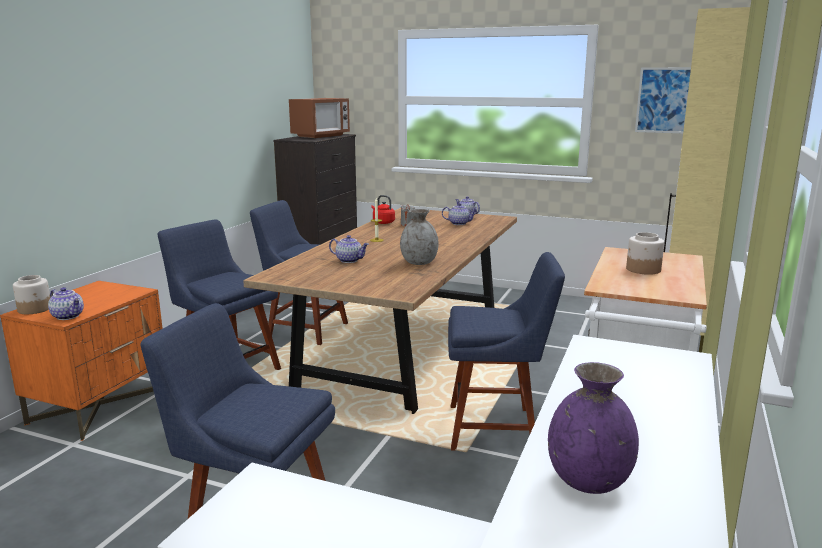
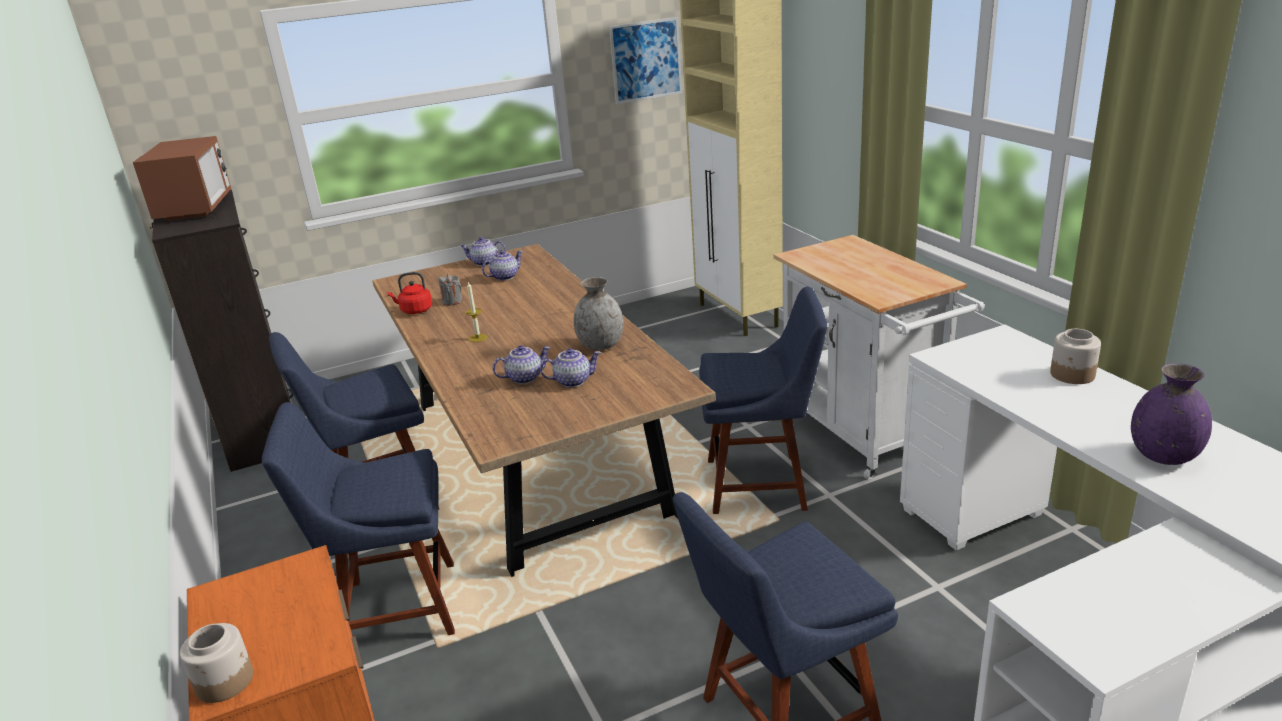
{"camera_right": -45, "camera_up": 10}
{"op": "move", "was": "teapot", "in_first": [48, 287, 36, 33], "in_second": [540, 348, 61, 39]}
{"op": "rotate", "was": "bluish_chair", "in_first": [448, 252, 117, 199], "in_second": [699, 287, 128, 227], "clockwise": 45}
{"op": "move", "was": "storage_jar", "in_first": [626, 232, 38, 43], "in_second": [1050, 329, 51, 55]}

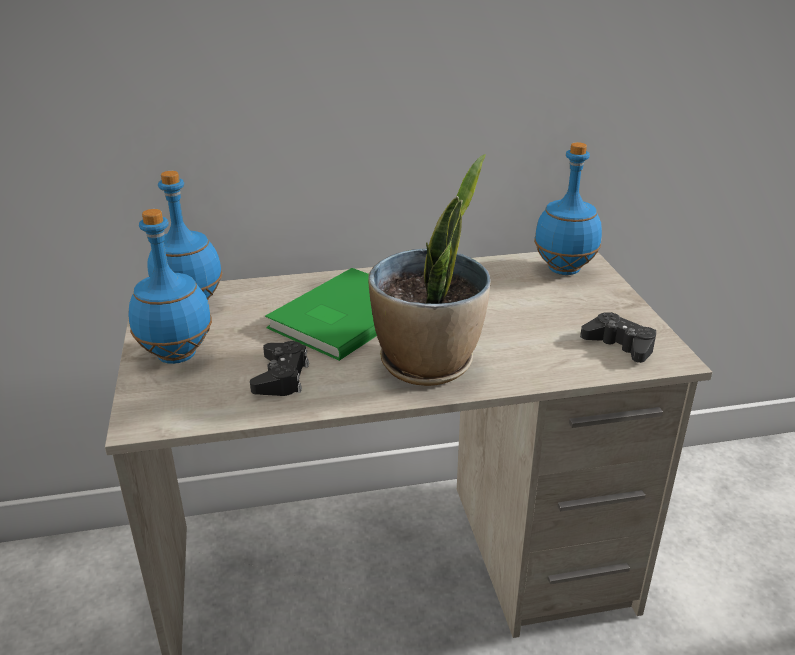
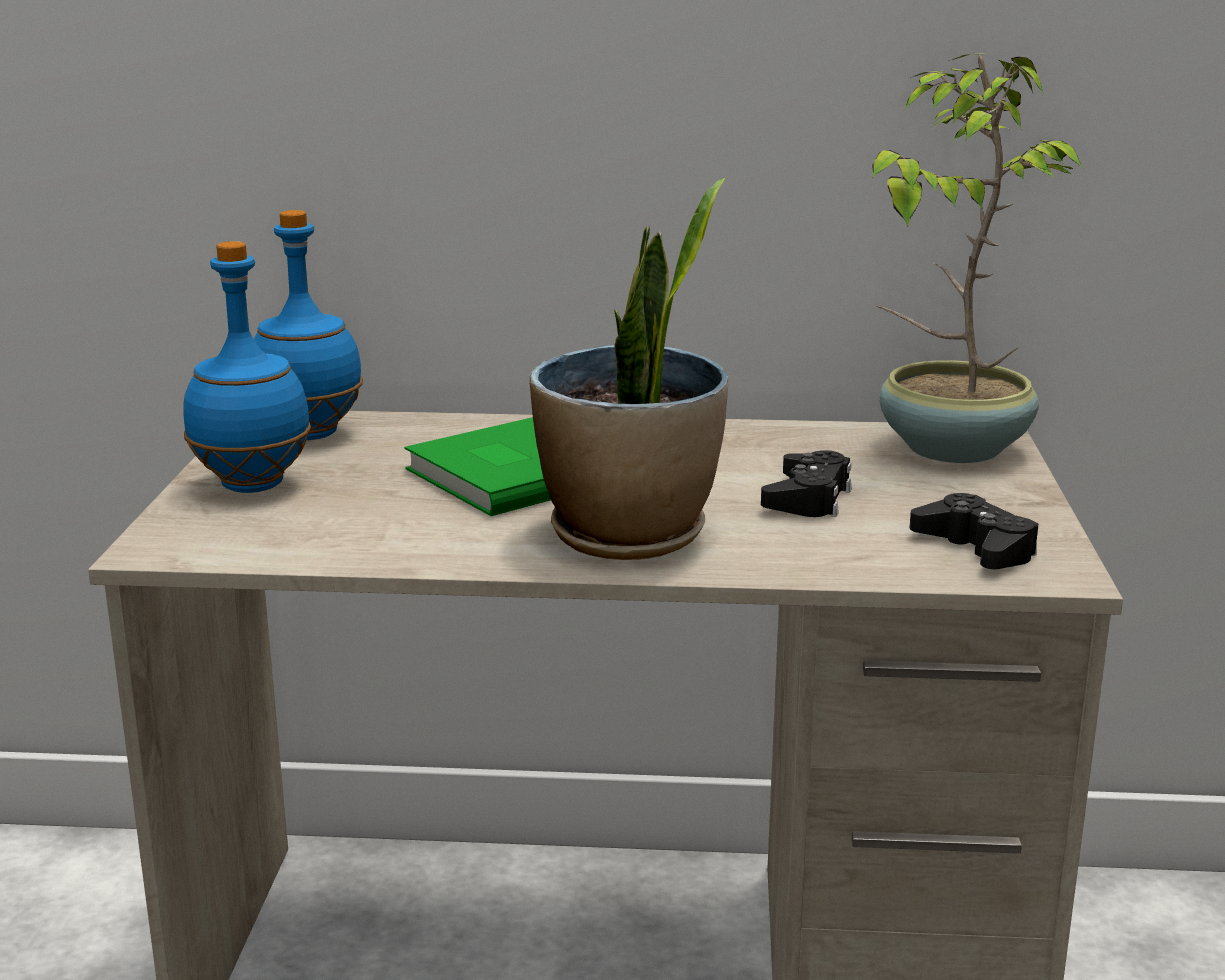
{"camera_right": 15, "camera_up": -10}
{"op": "move", "was": "black_game_controller", "in_first": [250, 341, 59, 55], "in_second": [761, 450, 91, 67]}
{"op": "replace", "was": "bluish_drink_bottle", "now": "potted_plant", "in_first": [534, 142, 68, 133], "in_second": [872, 53, 212, 410]}

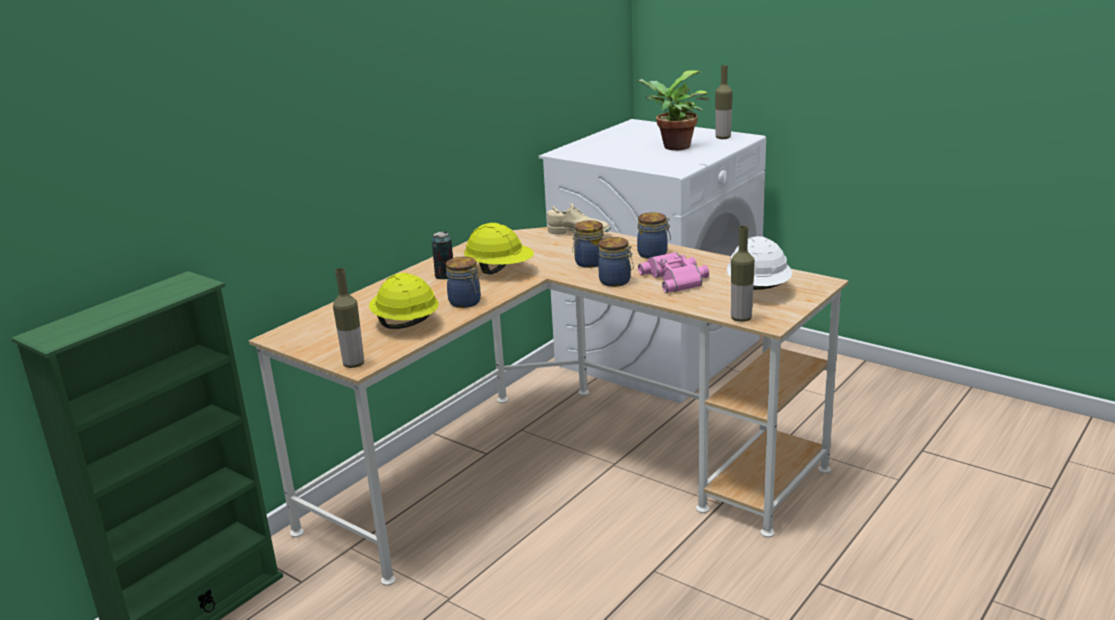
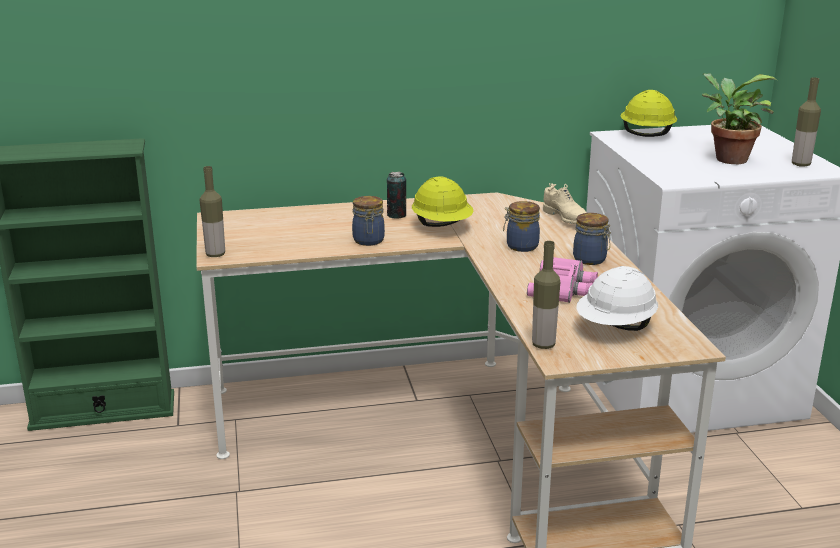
{"camera_right": 40, "camera_up": 0}
{"op": "move", "was": "yellowish_work_helmet", "in_first": [369, 273, 70, 56], "in_second": [621, 90, 56, 47]}
{"op": "delete", "was": "storage_jar", "in_first": [598, 237, 36, 50]}

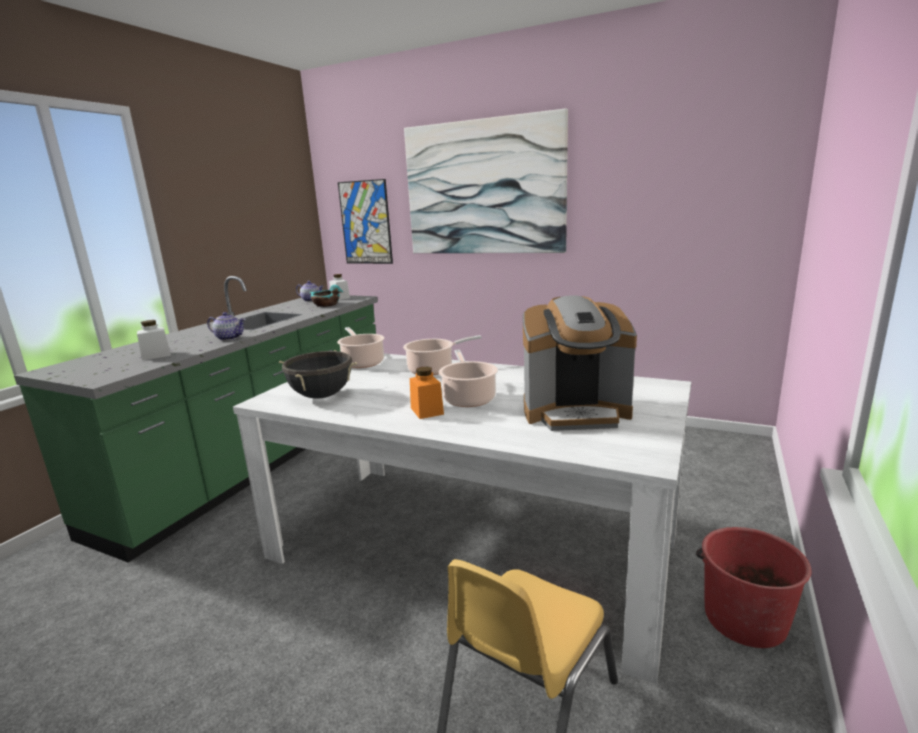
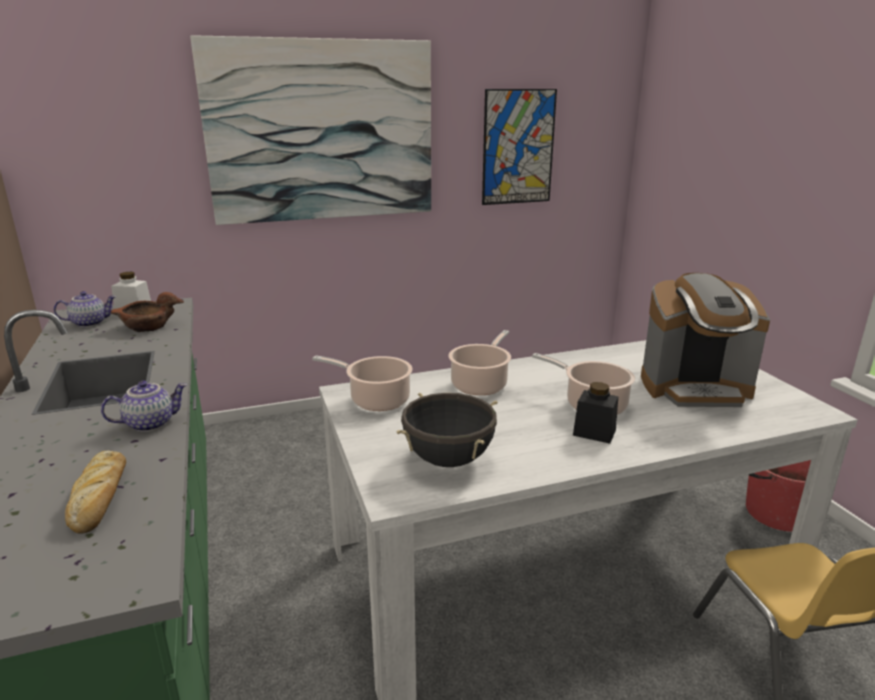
{"camera_right": -45, "camera_up": 5}
{"op": "replace", "was": "white_storage_jar", "now": "bakery_bread", "in_first": [137, 320, 34, 40], "in_second": [65, 451, 61, 83]}
{"op": "recolor", "was": "blue-green_bowl", "now": "brownish_bowl", "in_first": [309, 285, 35, 22], "in_second": [111, 292, 73, 40]}
{"op": "move", "was": "picture", "in_first": [338, 179, 55, 85], "in_second": [482, 89, 75, 116]}
{"op": "recolor", "was": "orangey_storage_jar", "now": "black_storage_jar", "in_first": [410, 367, 34, 52], "in_second": [573, 382, 45, 62]}
{"op": "rotate", "was": "coffee_brewer", "in_first": [523, 295, 114, 136], "in_second": [641, 273, 129, 134], "clockwise": 45}

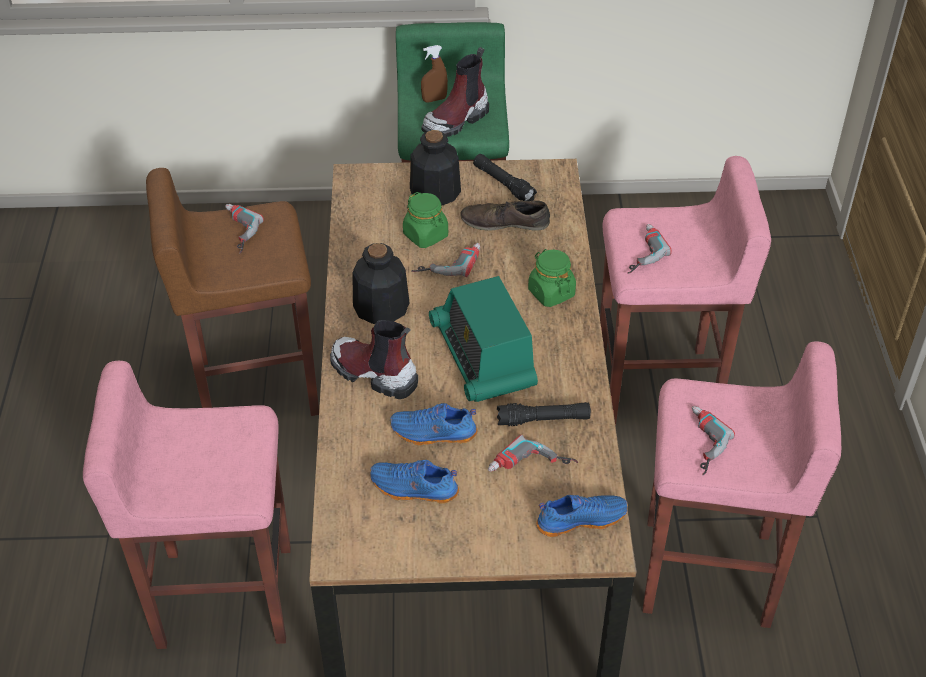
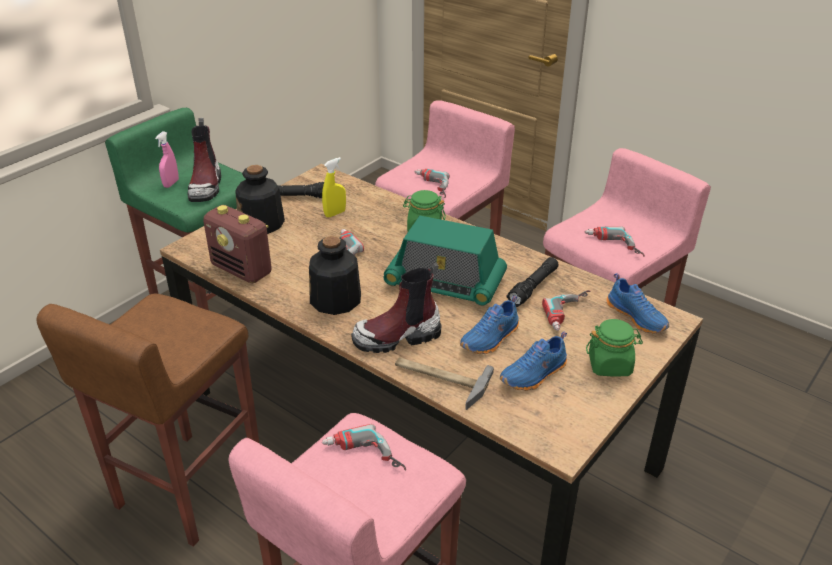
{"camera_right": -50, "camera_up": -10}
{"op": "move", "was": "drill", "in_first": [225, 204, 39, 49], "in_second": [322, 424, 84, 46]}
{"op": "move", "was": "greenish_storage_jar", "in_first": [403, 192, 45, 56], "in_second": [586, 319, 57, 58]}
{"op": "recolor", "was": "brownish_sprayer", "now": "pink-coloured_sprayer", "in_first": [421, 45, 27, 58], "in_second": [155, 131, 24, 57]}
{"op": "replace", "was": "brownish_item_of_footwear", "now": "yellowish_sprayer", "in_first": [460, 201, 90, 30], "in_second": [322, 157, 24, 60]}
{"op": "rotate", "was": "bluish_item_of_footwear", "in_first": [536, 495, 92, 42], "in_second": [606, 273, 63, 61], "clockwise": 120}
{"op": "insert", "now": "radio_set", "in_second": [203, 205, 68, 78]}
{"op": "insert", "now": "hand_hammer", "in_second": [395, 358, 99, 52]}

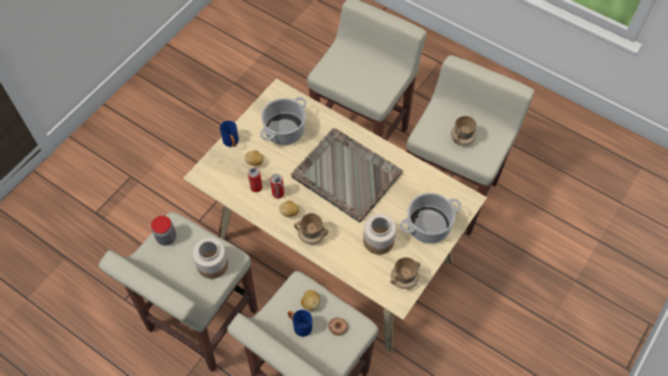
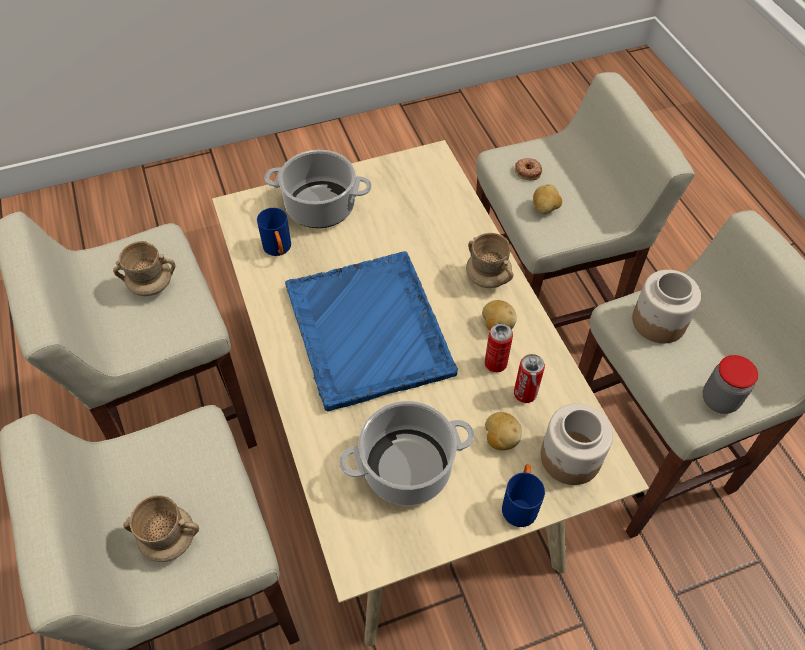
{"camera_right": -145, "camera_up": -5}
{"op": "move", "was": "bluish_mug", "in_first": [288, 310, 24, 27], "in_second": [257, 208, 34, 48]}
{"op": "recolor", "was": "greyish_serving_tray", "now": "bluish_serving_tray", "in_first": [291, 128, 111, 94], "in_second": [285, 251, 173, 160]}
{"op": "move", "was": "storage_jar", "in_first": [363, 214, 33, 41], "in_second": [541, 403, 72, 82]}
{"op": "move", "was": "beige_mug", "in_first": [390, 257, 31, 32], "in_second": [123, 495, 76, 67]}

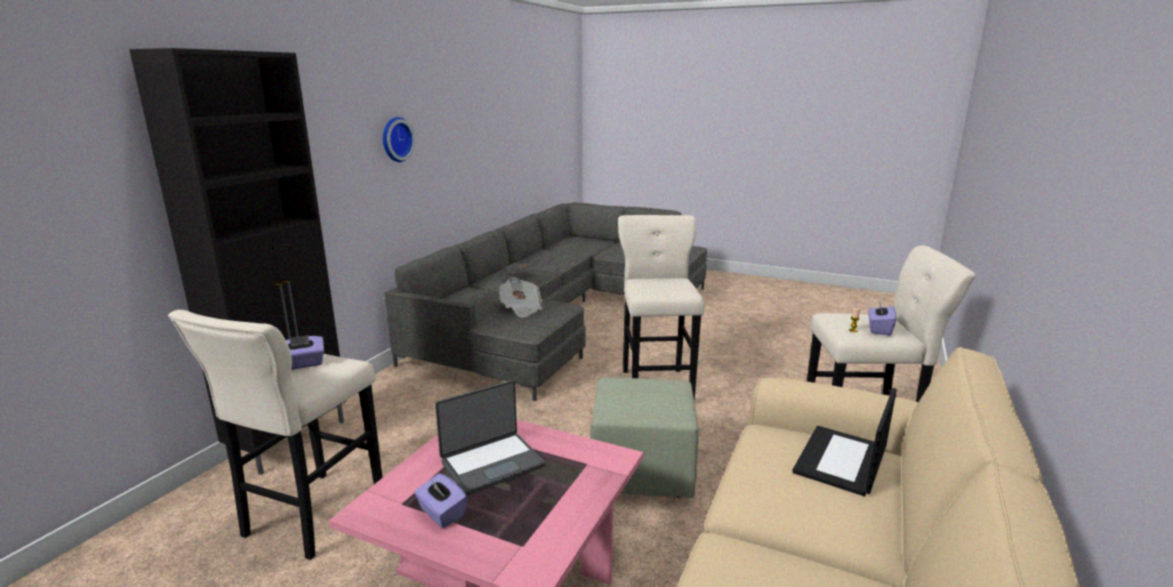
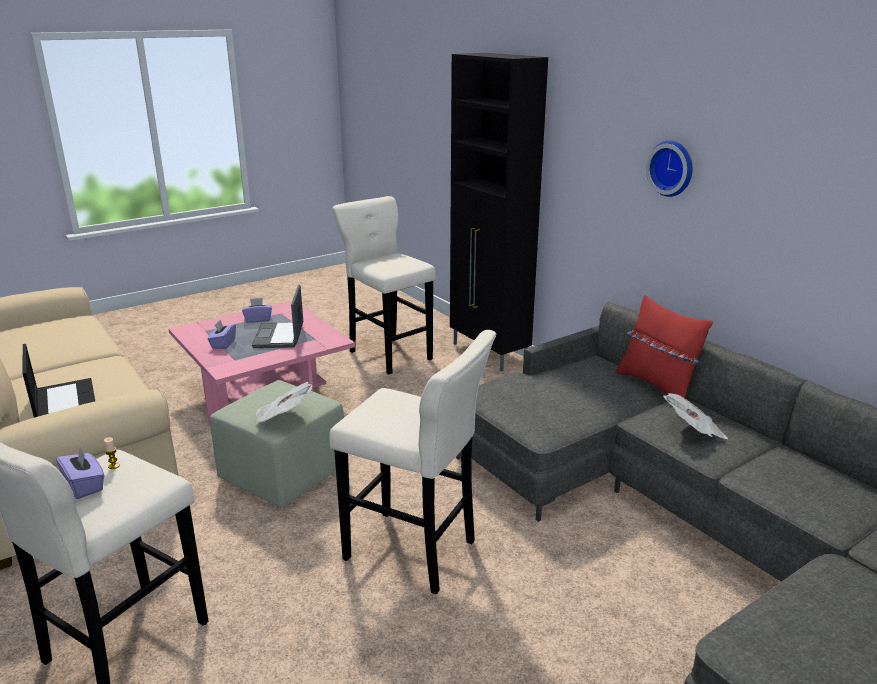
{"camera_right": 120, "camera_up": 5}
{"op": "move", "was": "purple-coloured_tissue_holder", "in_first": [286, 335, 38, 35], "in_second": [207, 320, 29, 29]}
{"op": "move", "was": "printed_paper", "in_first": [499, 278, 44, 40], "in_second": [256, 382, 56, 43]}
{"op": "insert", "now": "reddish_cushion", "in_second": [616, 295, 97, 103]}

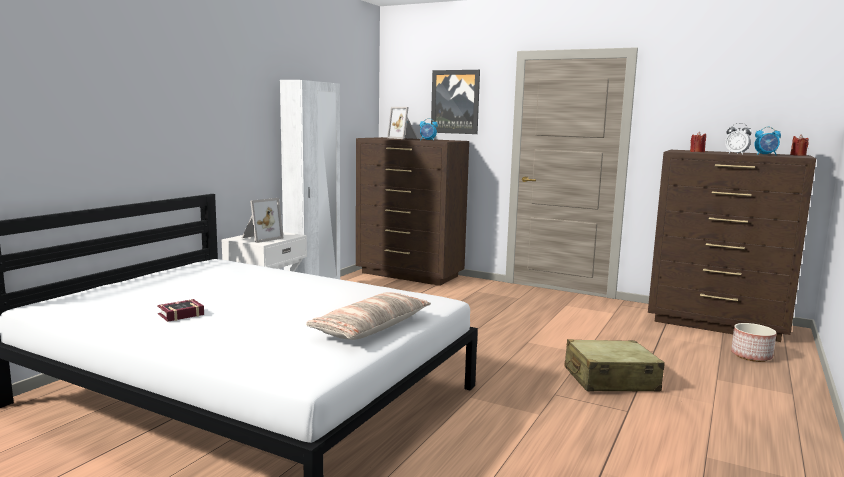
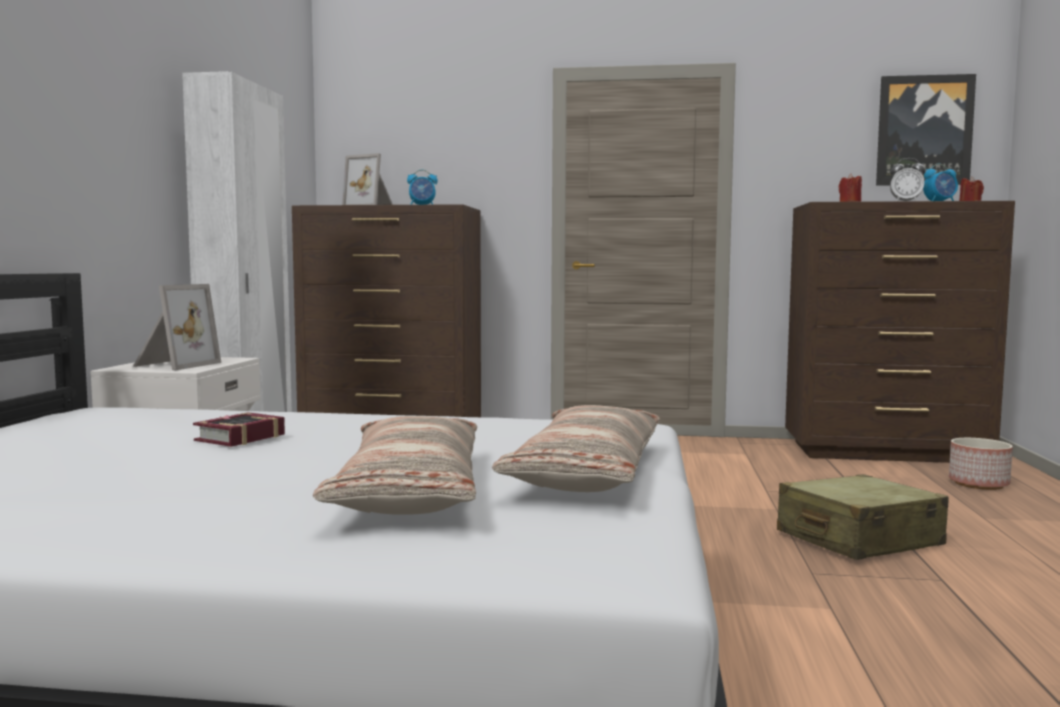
{"camera_right": -20, "camera_up": -5}
{"op": "move", "was": "volume", "in_first": [157, 299, 47, 23], "in_second": [193, 412, 92, 35]}
{"op": "move", "was": "picture", "in_first": [431, 70, 49, 64], "in_second": [876, 74, 100, 112]}
{"op": "insert", "now": "cushion", "in_second": [313, 416, 164, 99]}

